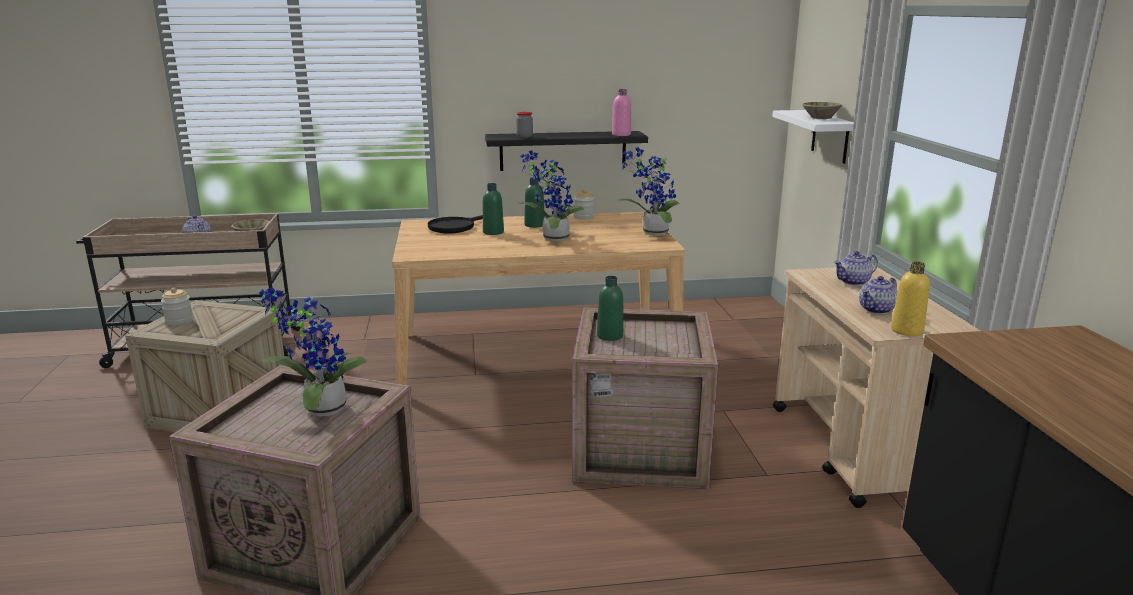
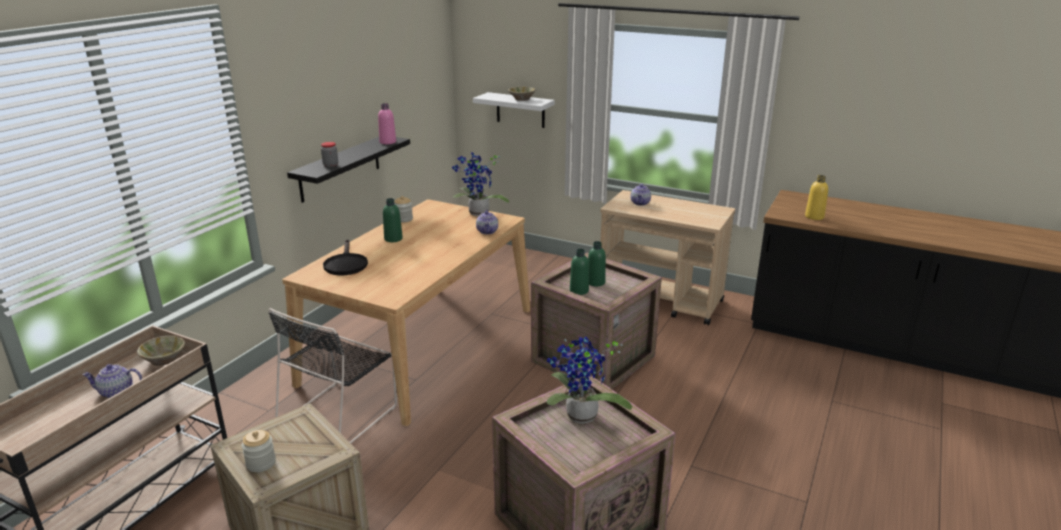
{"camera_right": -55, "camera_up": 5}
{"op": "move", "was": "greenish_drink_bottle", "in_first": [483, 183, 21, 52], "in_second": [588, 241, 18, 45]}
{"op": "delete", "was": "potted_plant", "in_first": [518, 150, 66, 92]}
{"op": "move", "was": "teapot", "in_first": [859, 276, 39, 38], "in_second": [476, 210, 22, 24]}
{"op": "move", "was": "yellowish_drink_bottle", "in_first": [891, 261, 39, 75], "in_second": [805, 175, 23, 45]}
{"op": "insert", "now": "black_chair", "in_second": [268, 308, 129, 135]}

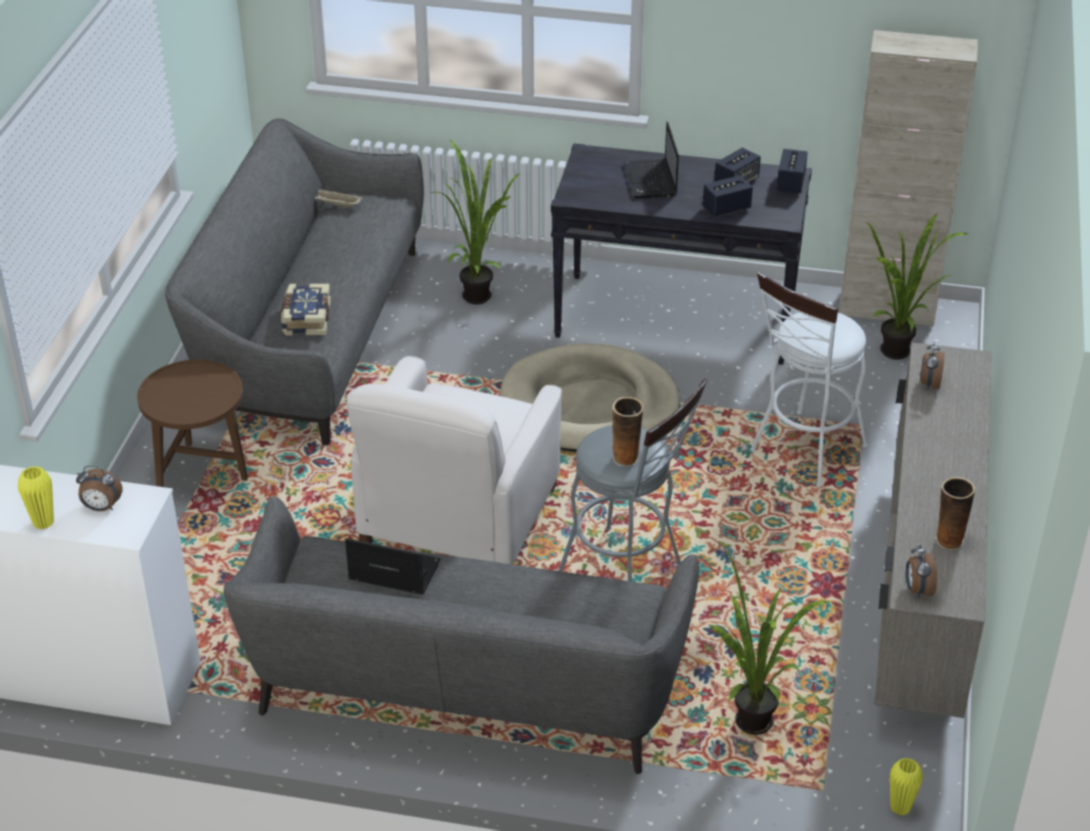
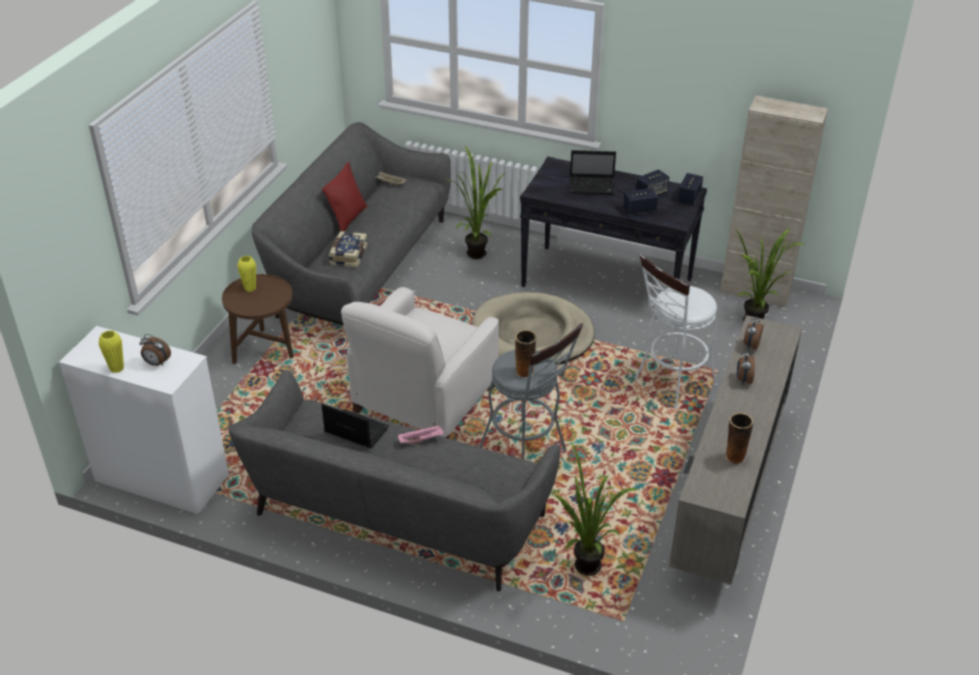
{"camera_right": 10, "camera_up": 0}
{"op": "rotate", "was": "notebook_computer", "in_first": [624, 122, 55, 77], "in_second": [570, 150, 46, 45], "clockwise": -90}
{"op": "move", "was": "yellowish_flower_vase", "in_first": [890, 758, 33, 57], "in_second": [237, 256, 19, 36]}
{"op": "move", "was": "bedside_clock", "in_first": [906, 545, 31, 53], "in_second": [737, 349, 18, 35]}
{"op": "insert", "now": "reddish_cushion", "in_second": [322, 162, 45, 70]}
{"op": "insert", "now": "pink-coloured_serving_tray", "in_second": [398, 424, 46, 20]}

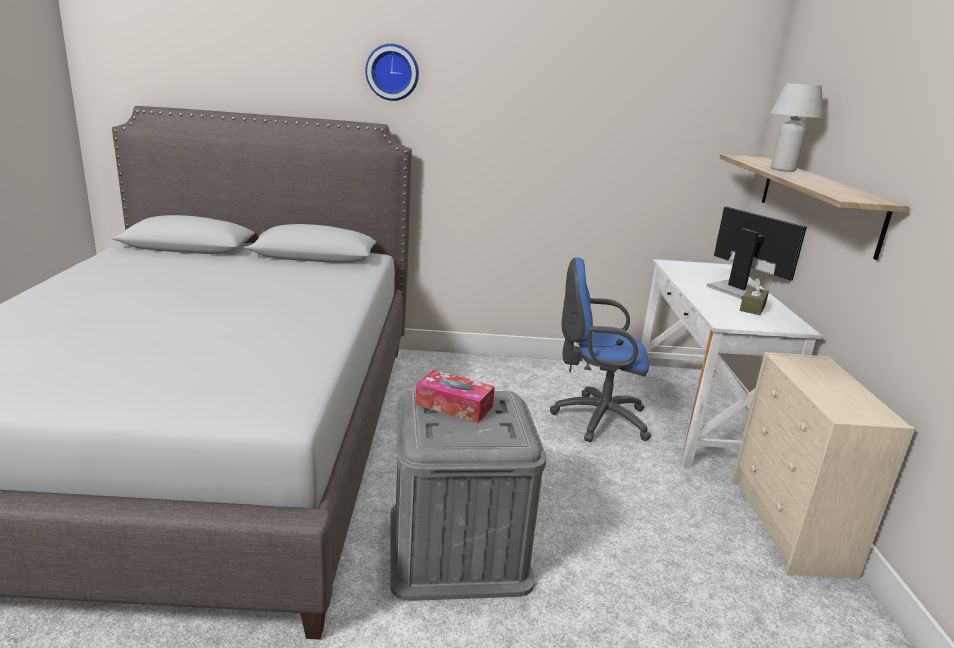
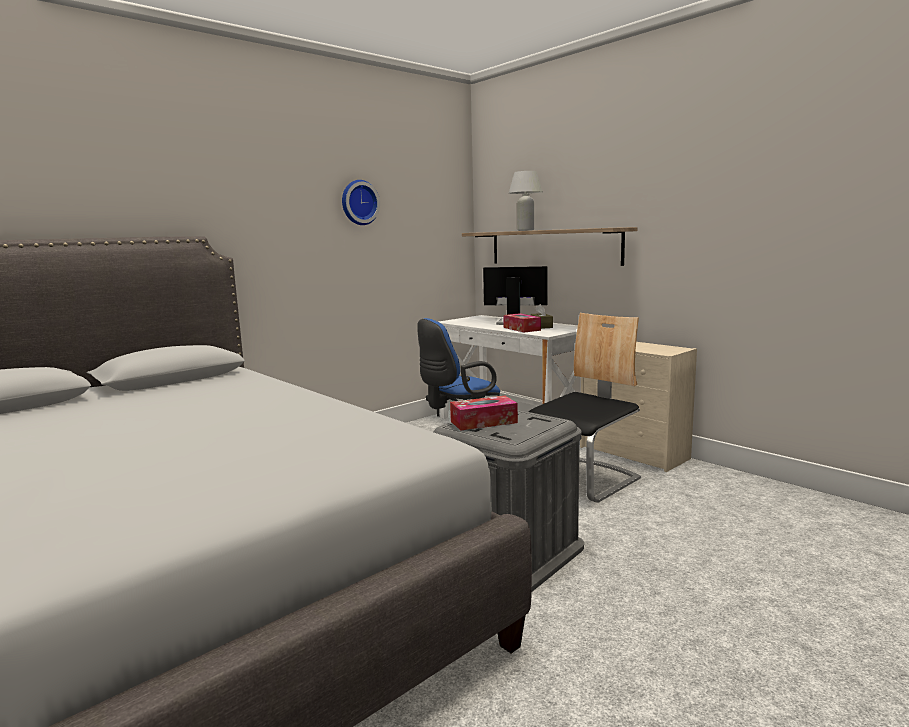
{"camera_right": -40, "camera_up": -10}
{"op": "move", "was": "wall_clock", "in_first": [365, 44, 54, 57], "in_second": [342, 180, 38, 45]}
{"op": "insert", "now": "tissue_holder", "in_second": [503, 313, 38, 20]}
{"op": "insert", "now": "chair", "in_second": [529, 313, 112, 190]}

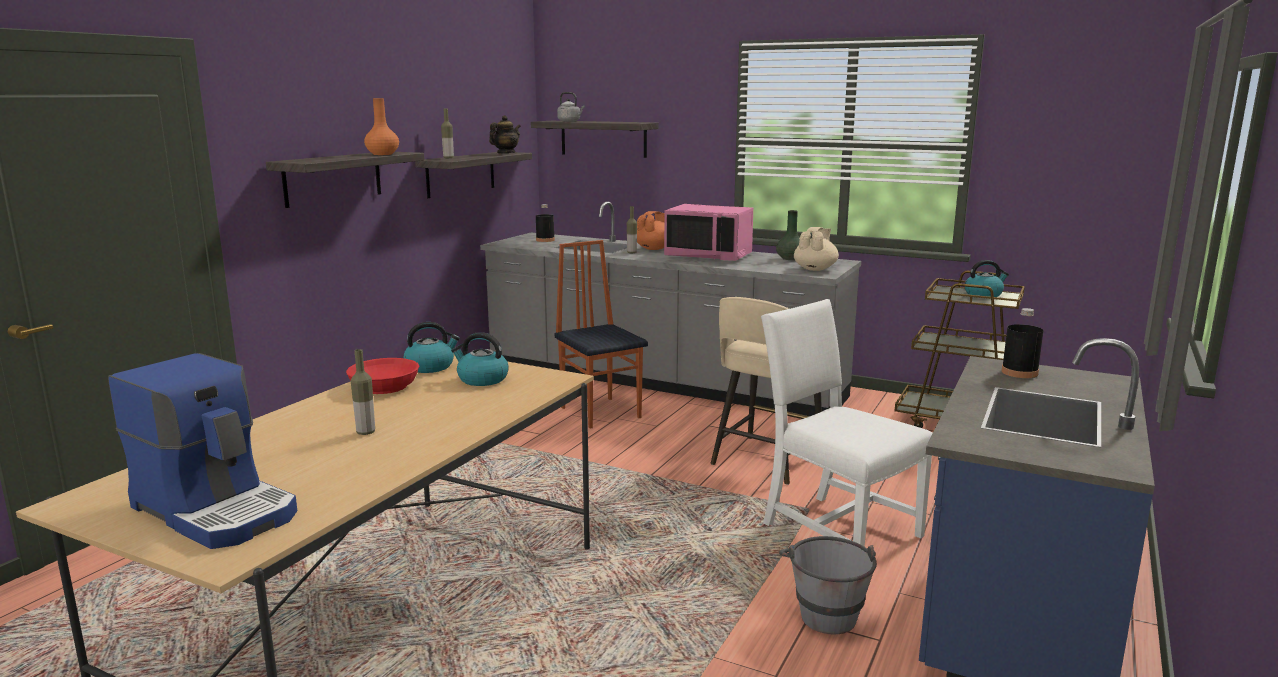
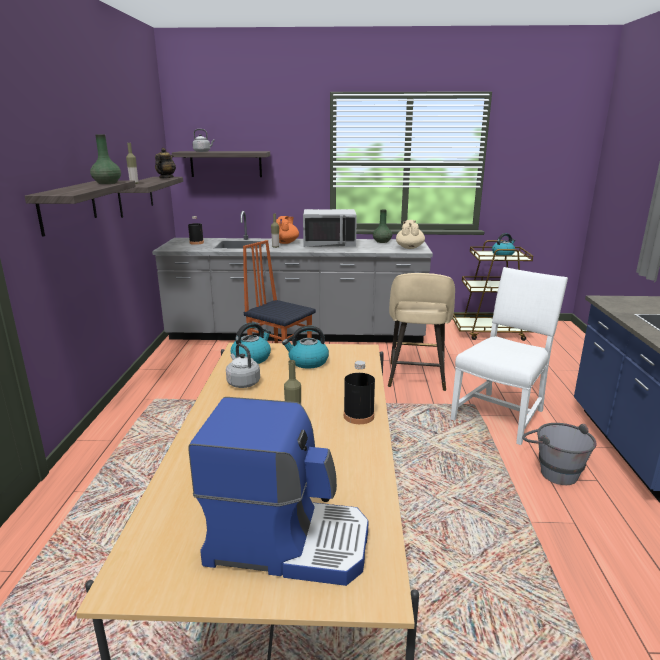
{"camera_right": -25, "camera_up": 5}
{"op": "replace", "was": "reddish_bowl", "now": "greyish_kettle", "in_first": [346, 358, 73, 36], "in_second": [226, 343, 34, 45]}
{"op": "recolor", "was": "orangey_flower_vase", "now": "greenish_flower_vase", "in_first": [364, 98, 35, 57], "in_second": [90, 134, 31, 50]}
{"op": "recolor", "was": "pink-coloured_microwave_oven", "now": "greyish_microwave_oven", "in_first": [664, 204, 89, 57], "in_second": [303, 209, 54, 38]}
{"op": "rotate", "was": "white_chair", "in_first": [761, 299, 172, 248], "in_second": [451, 267, 117, 178], "clockwise": 105}
{"op": "move", "was": "black_drink_bottle", "in_first": [1001, 308, 42, 70], "in_second": [344, 361, 31, 63]}

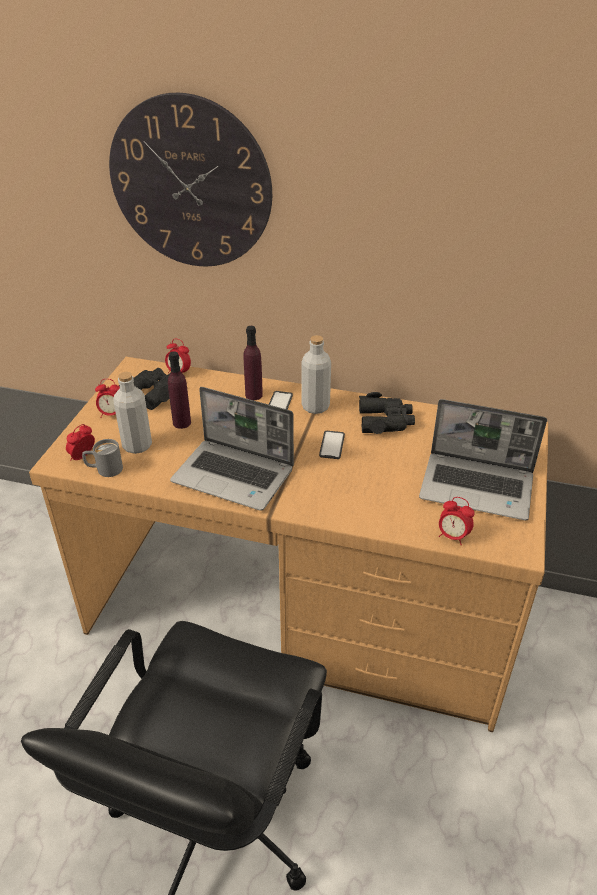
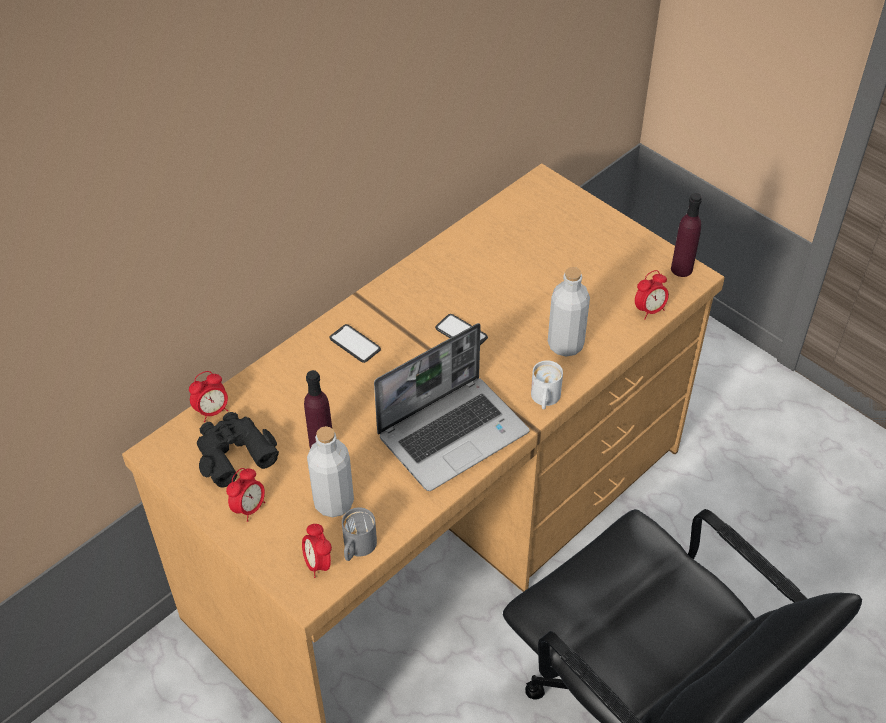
{"camera_right": -60, "camera_up": 10}
{"op": "delete", "was": "wall_clock", "in_first": [109, 93, 163, 173]}
{"op": "move", "was": "purple-coloured_drink_bottle", "in_first": [243, 326, 20, 74], "in_second": [671, 193, 31, 84]}
{"op": "move", "was": "greyish_drink_bottle", "in_first": [301, 335, 30, 79], "in_second": [548, 267, 42, 90]}
{"op": "delete", "was": "black_field_glasses", "in_first": [359, 392, 56, 42]}
{"op": "delete", "was": "notebook_computer", "in_first": [419, 399, 128, 122]}
{"op": "insert", "now": "white_mug", "in_second": [531, 360, 32, 49]}

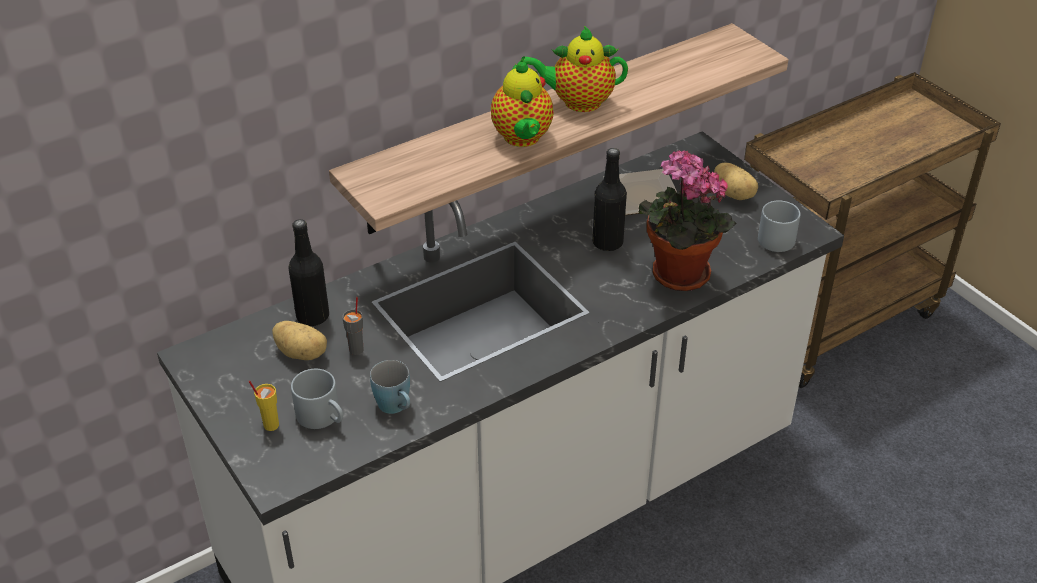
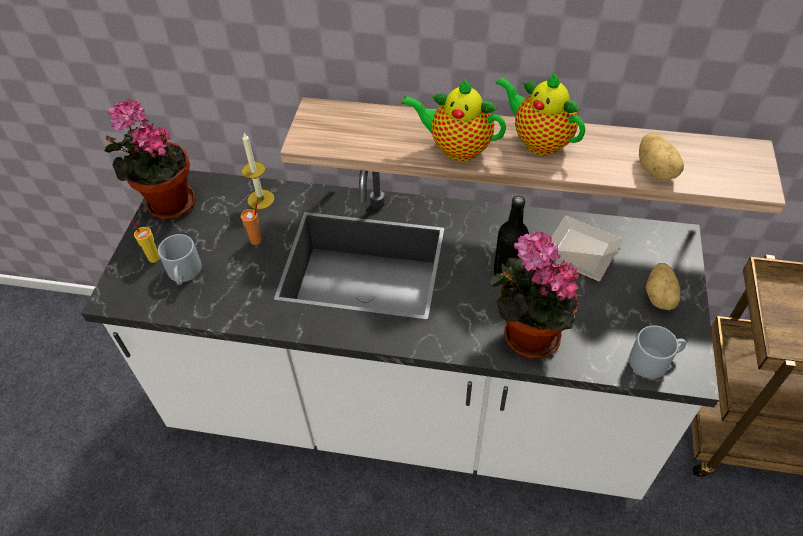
{"camera_right": 45, "camera_up": 10}
{"op": "move", "was": "spud", "in_first": [272, 321, 55, 39], "in_second": [639, 133, 45, 47]}
{"op": "replace", "was": "black_drink_bottle", "now": "wax_light", "in_first": [289, 219, 40, 107], "in_second": [241, 133, 33, 77]}
{"op": "recolor", "was": "greyish_drinking_cup", "now": "orangey_drinking_cup", "in_first": [342, 297, 22, 58], "in_second": [241, 203, 21, 42]}
{"op": "delete", "was": "bluish_mug", "in_first": [370, 360, 40, 54]}
{"op": "rotate", "was": "teapot", "in_first": [491, 60, 62, 87], "in_second": [401, 79, 105, 82], "clockwise": 75}
{"op": "insert", "now": "potted_plant", "in_second": [105, 99, 91, 121]}

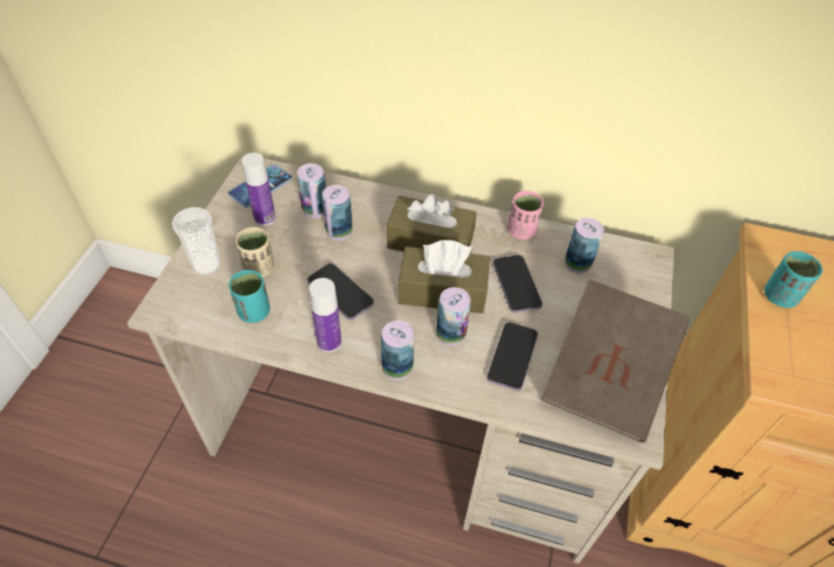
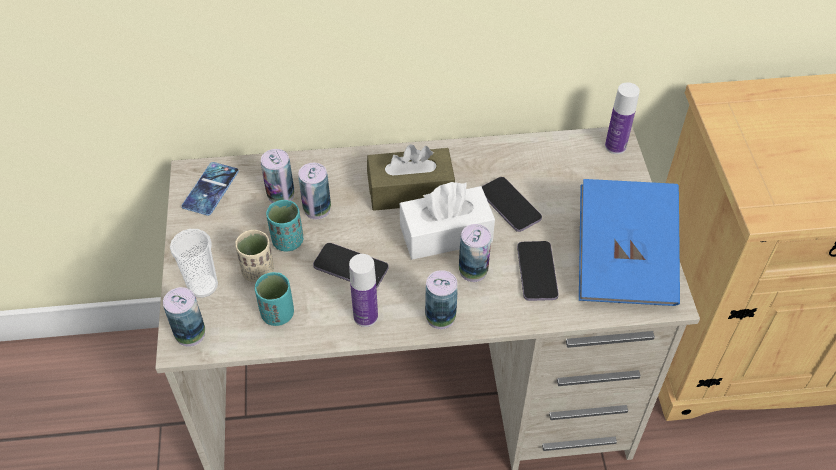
{"camera_right": -20, "camera_up": 0}
{"op": "move", "was": "drink_bottle", "in_first": [241, 153, 35, 73], "in_second": [605, 82, 35, 72]}
{"op": "recolor", "was": "brownish_tissue_holder", "now": "white_tissue_holder", "in_first": [398, 240, 92, 73], "in_second": [400, 182, 95, 78]}
{"op": "delete", "was": "pink-coloured_drinking_cup", "in_first": [508, 191, 36, 49]}
{"op": "recolor", "was": "brownish_volume", "now": "bluish_volume", "in_first": [541, 279, 148, 164], "in_second": [579, 179, 101, 127]}
{"op": "move", "was": "can", "in_first": [565, 218, 39, 56], "in_second": [163, 287, 42, 60]}
{"op": "move", "was": "blue-green_drinking_cup", "in_first": [764, 251, 59, 57], "in_second": [266, 200, 37, 51]}

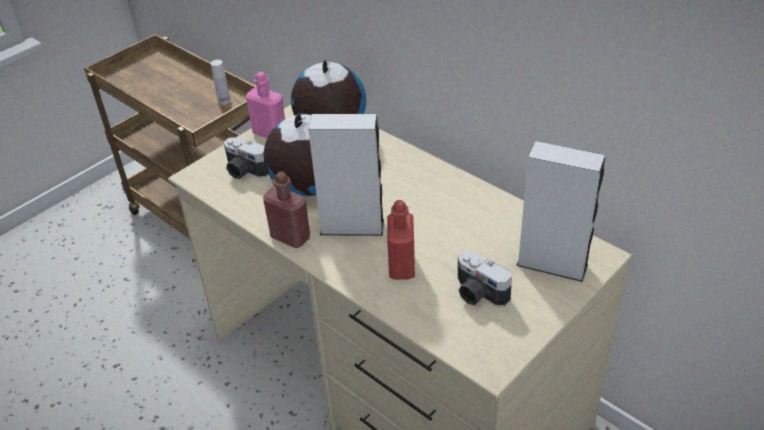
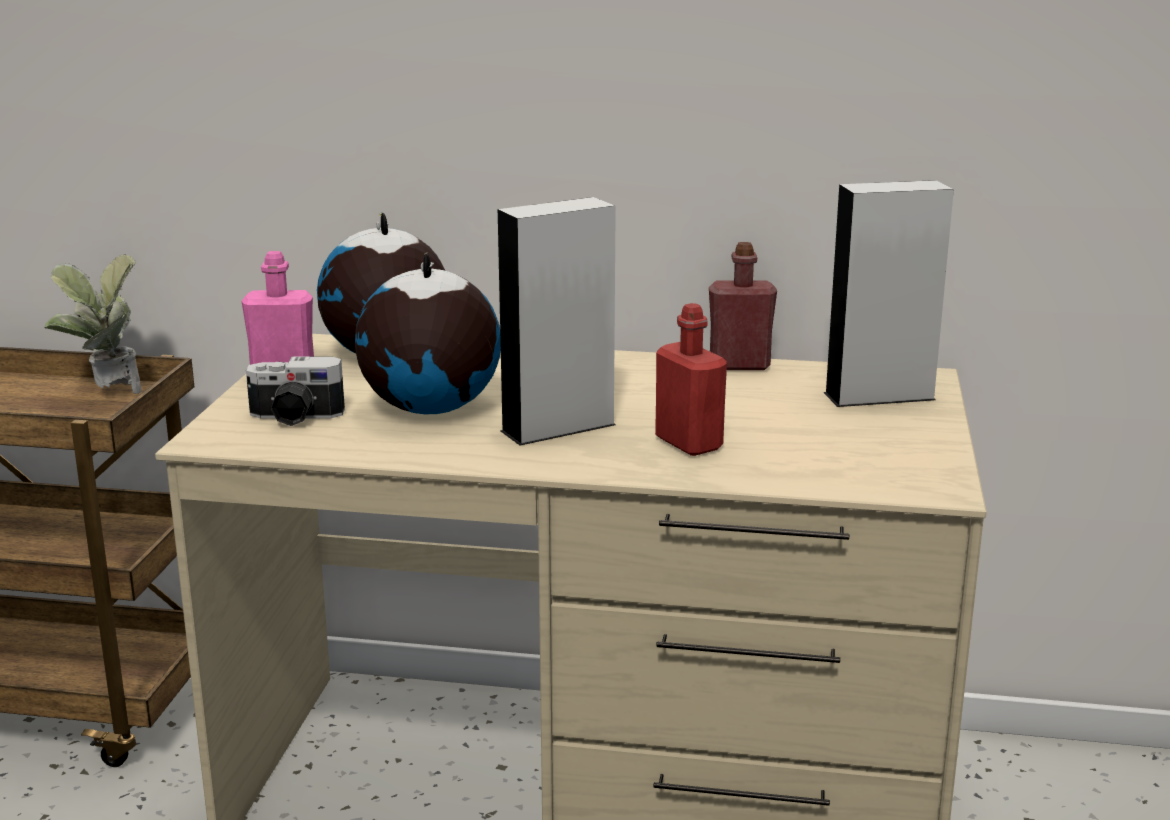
{"camera_right": -35, "camera_up": -20}
{"op": "replace", "was": "white_drink_bottle", "now": "potted_plant", "in_first": [211, 60, 19, 45], "in_second": [44, 254, 98, 140]}
{"op": "move", "was": "reddish_drink_bottle", "in_first": [263, 172, 47, 76], "in_second": [709, 242, 68, 128]}
{"op": "delete", "was": "still_camera", "in_first": [458, 252, 54, 55]}

